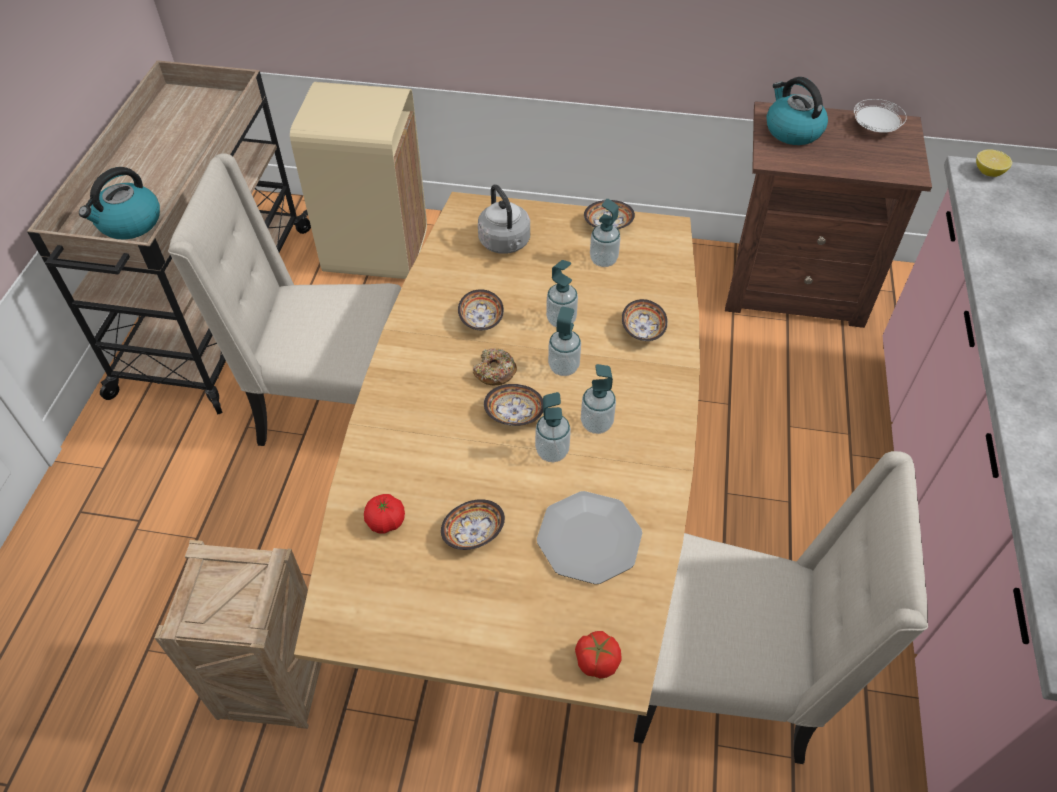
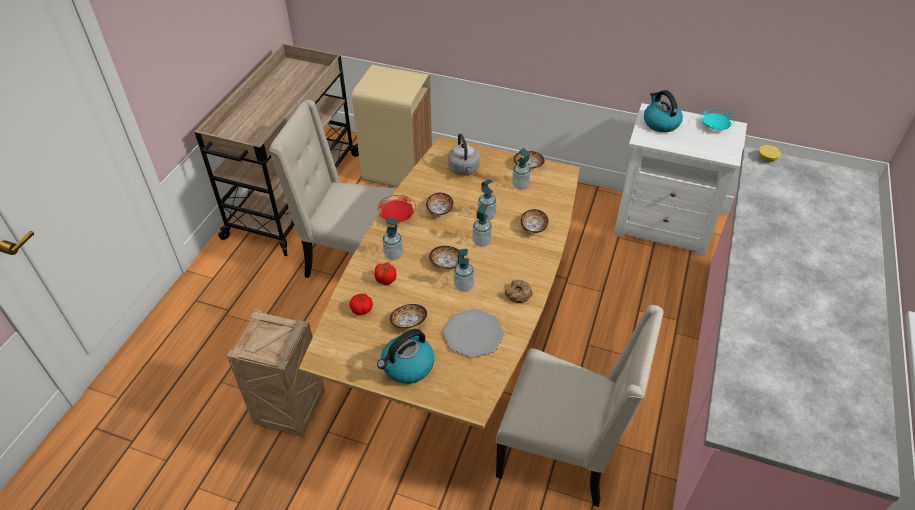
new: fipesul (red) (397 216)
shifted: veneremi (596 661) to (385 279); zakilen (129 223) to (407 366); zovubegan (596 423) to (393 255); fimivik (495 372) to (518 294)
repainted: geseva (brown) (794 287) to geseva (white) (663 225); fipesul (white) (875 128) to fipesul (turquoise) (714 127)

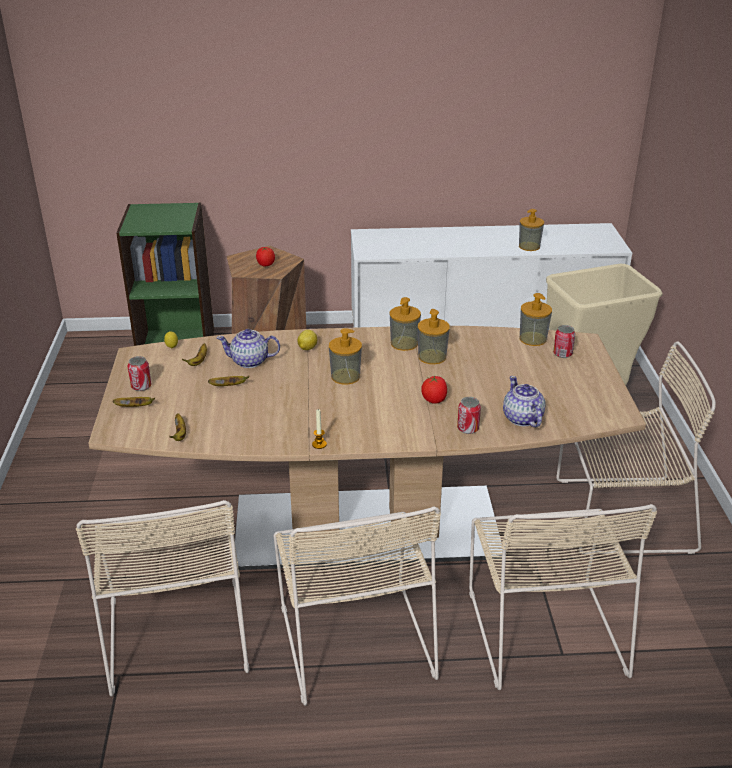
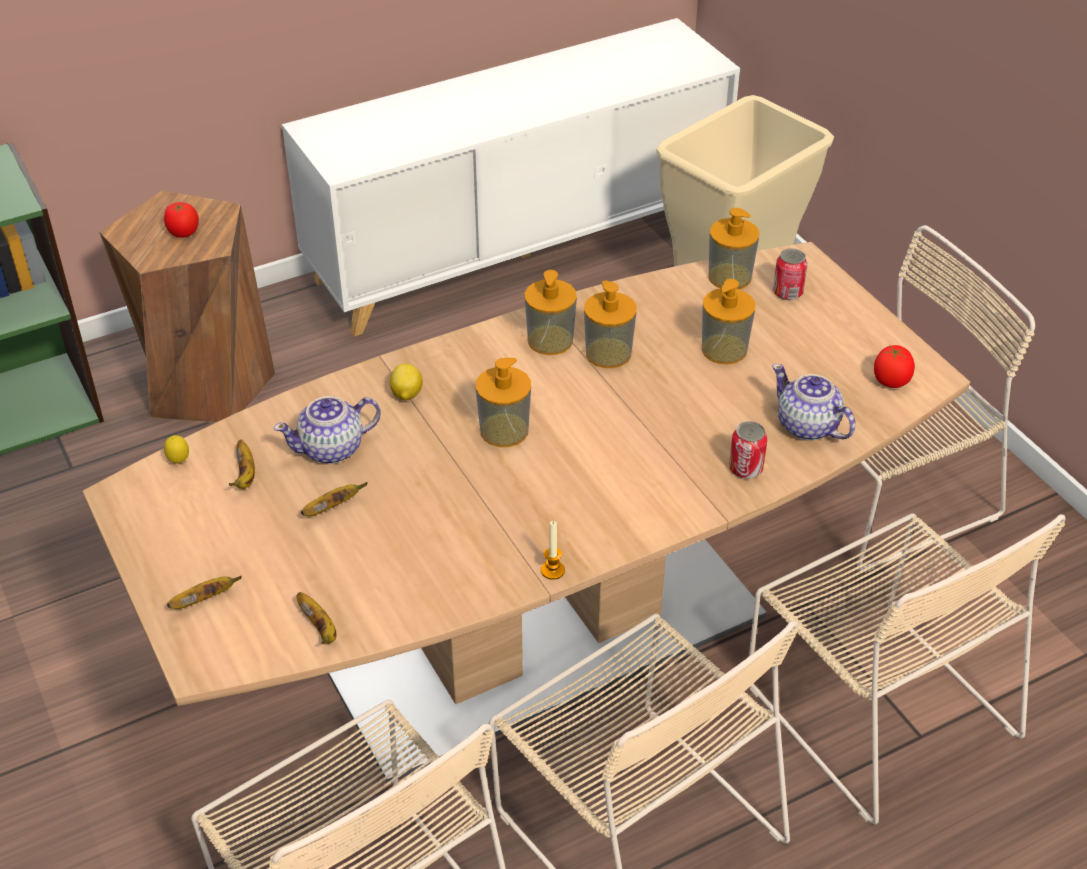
gone: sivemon (141 386)
shifted: zovubegan (529 246) to (724 349); veneremi (434 400) to (890 381)

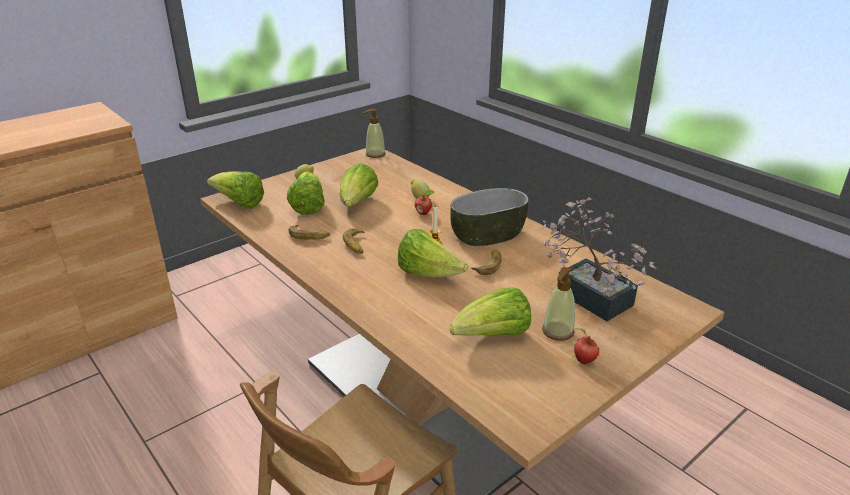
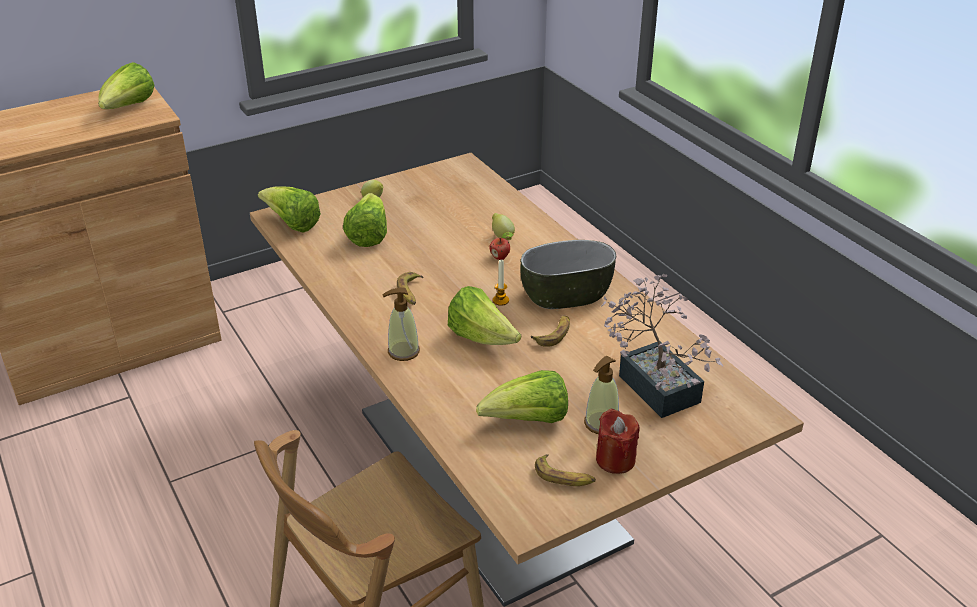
shifted: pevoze (357 203) to (129 108); zovubegan (375 154) to (403 351); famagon (309 236) to (564 477)
swapped: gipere (583 360) to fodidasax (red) (615 460)

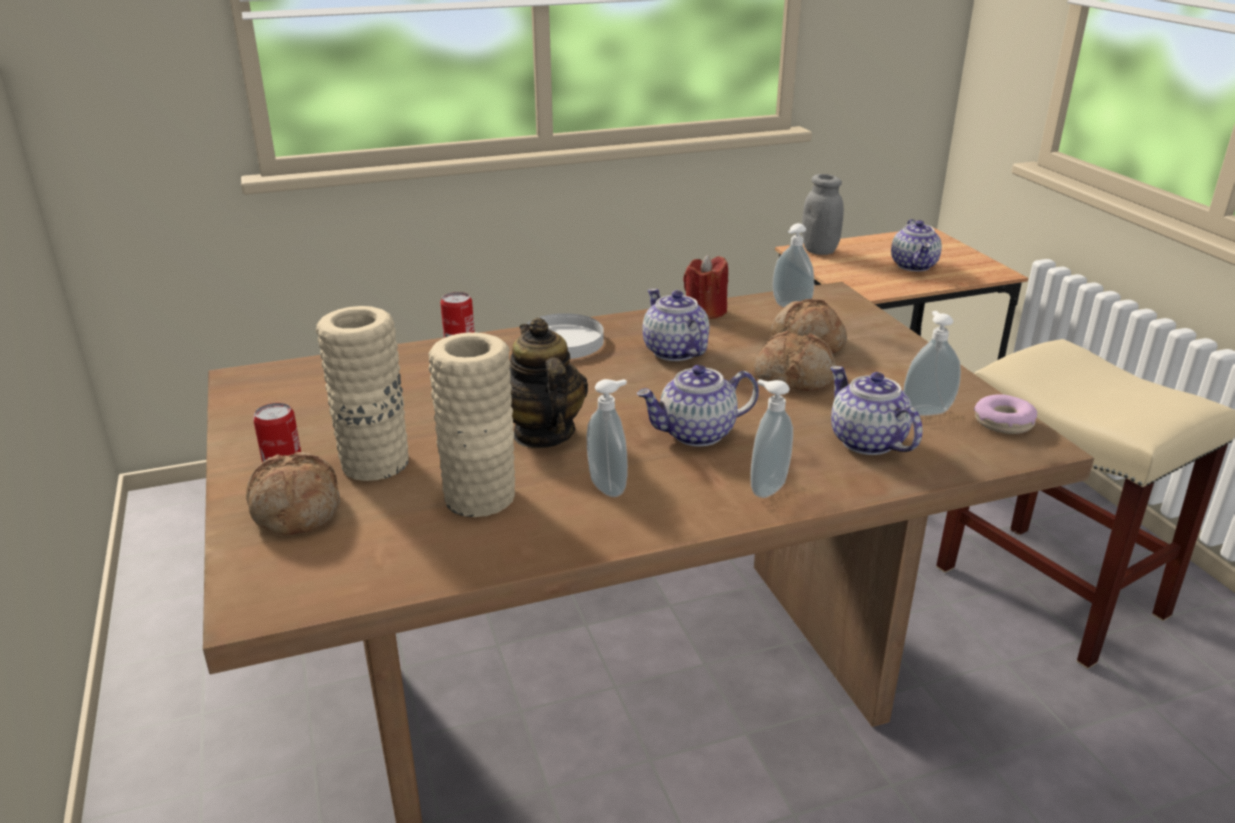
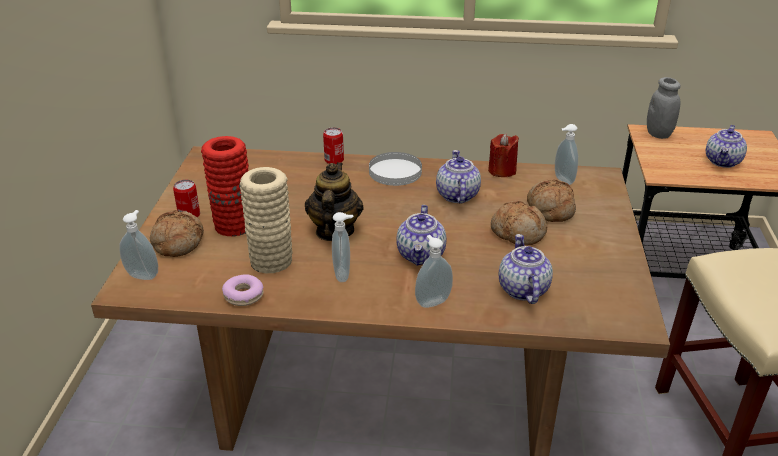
shifted: zovubegan (925 410) to (143 275); fimivik (1003 423) to (243 295)
repainted: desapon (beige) (374 463) to desapon (red) (234 225)
rotated: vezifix (696 434) = (421 255) 90 degrees counterclockwise

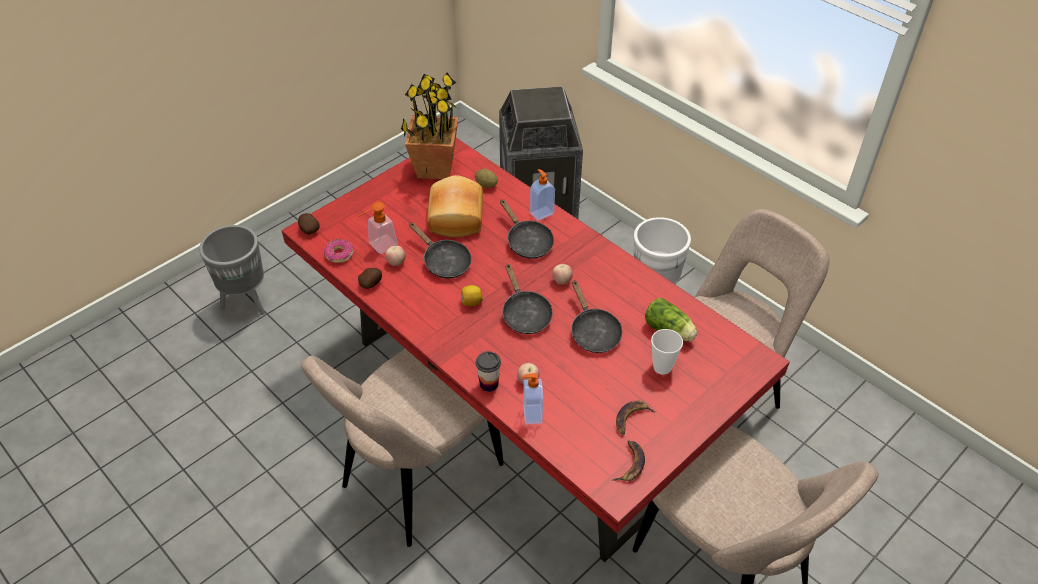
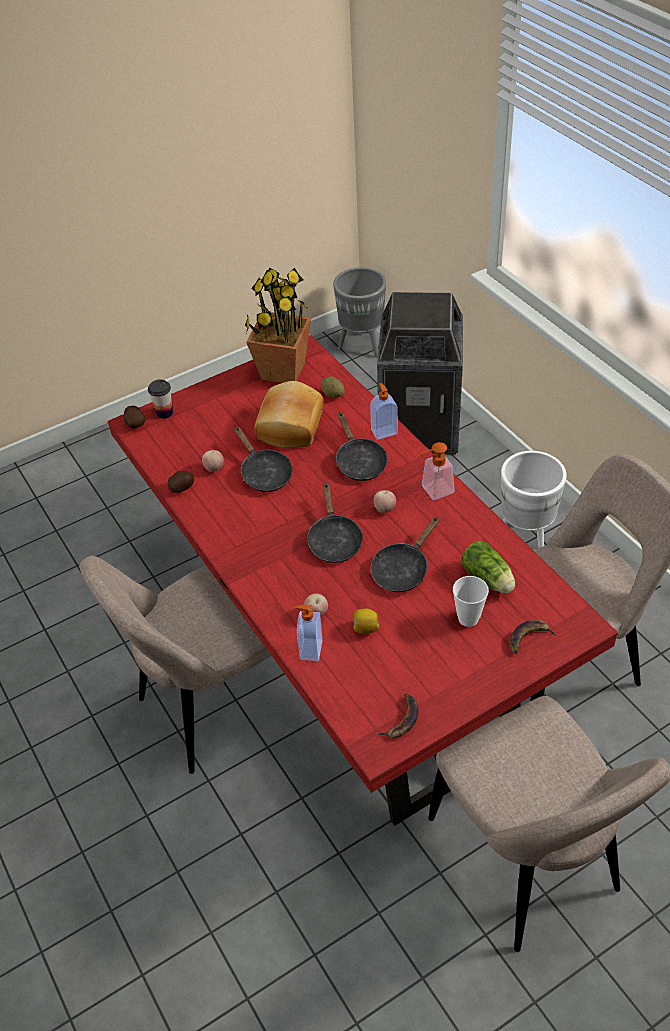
gone: fimivik (339 254)
shifted: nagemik (489 384) to (164 413); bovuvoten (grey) (247 302) to (362 346); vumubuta (471 302) to (365 628); zovubegan (379 247) to (432 491); famagon (631 418) to (528 638)
rotated: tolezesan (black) (593 332) = (403 569) 45 degrees clockwise

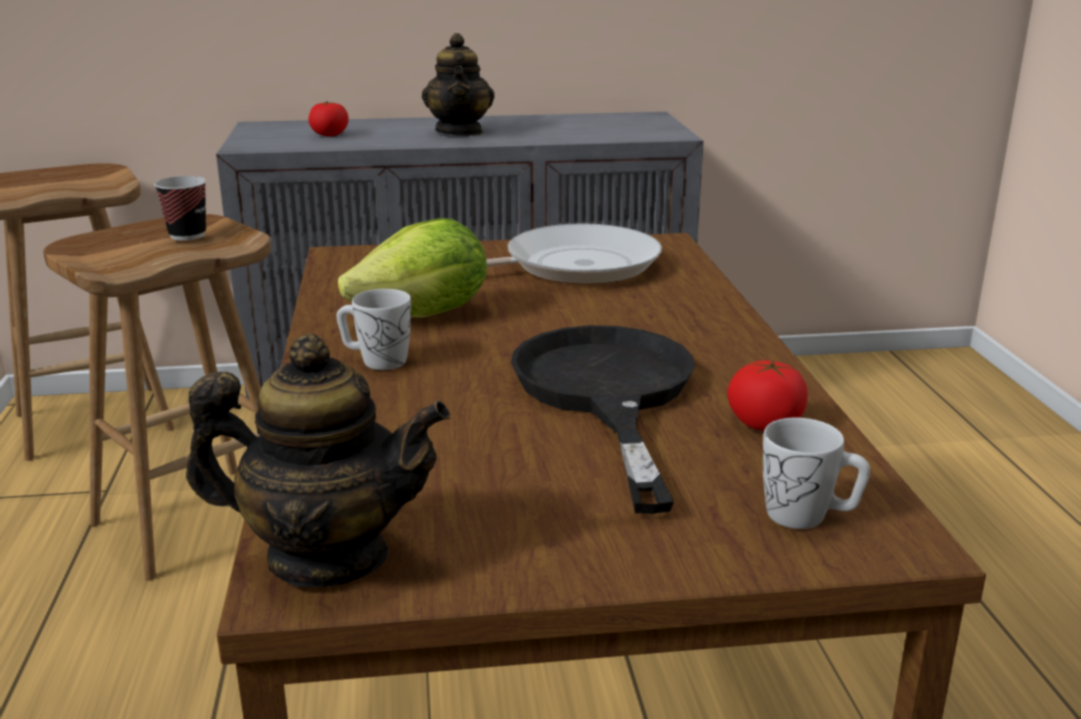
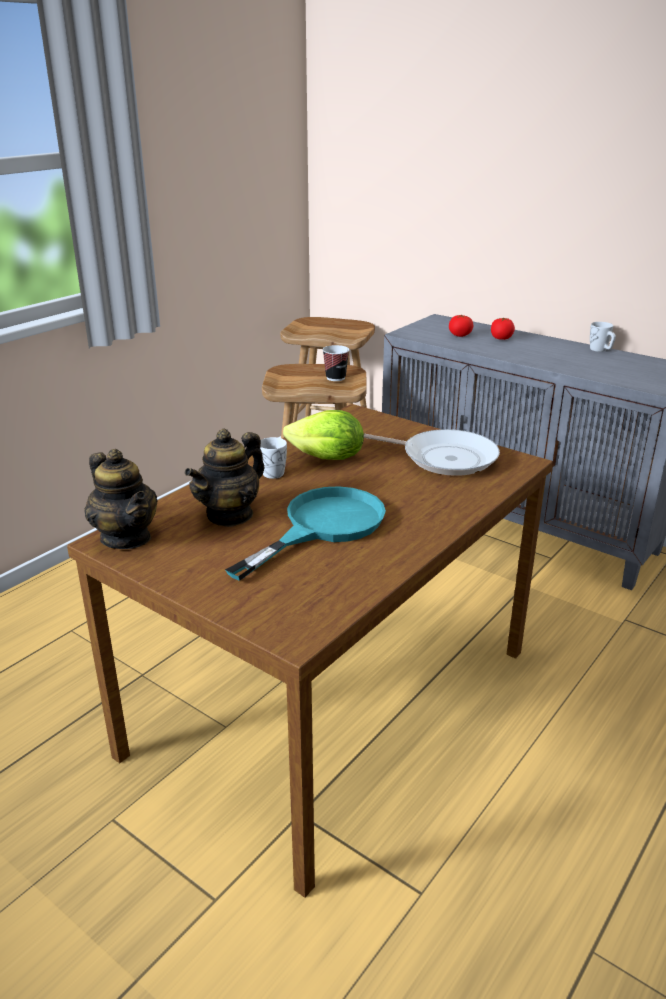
shifted: vezifix (460 132) to (230 514); veneremi (765 424) to (501 338); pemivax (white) (808 516) to (601 350)
repainted: tolezesan (black) (606 394) to tolezesan (turquoise) (322 526)

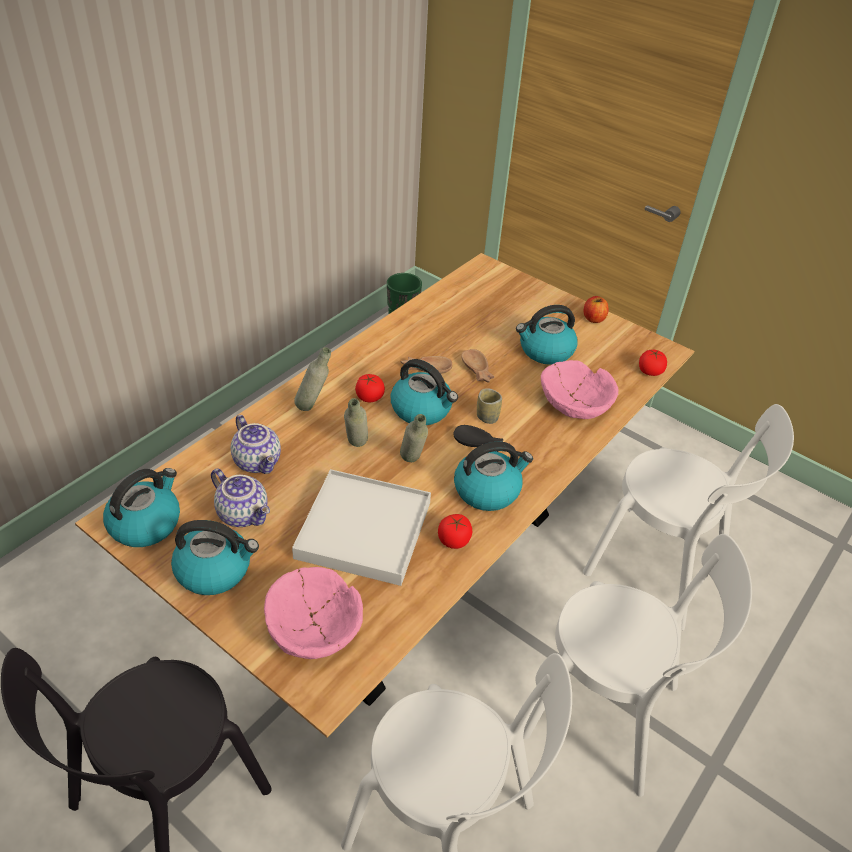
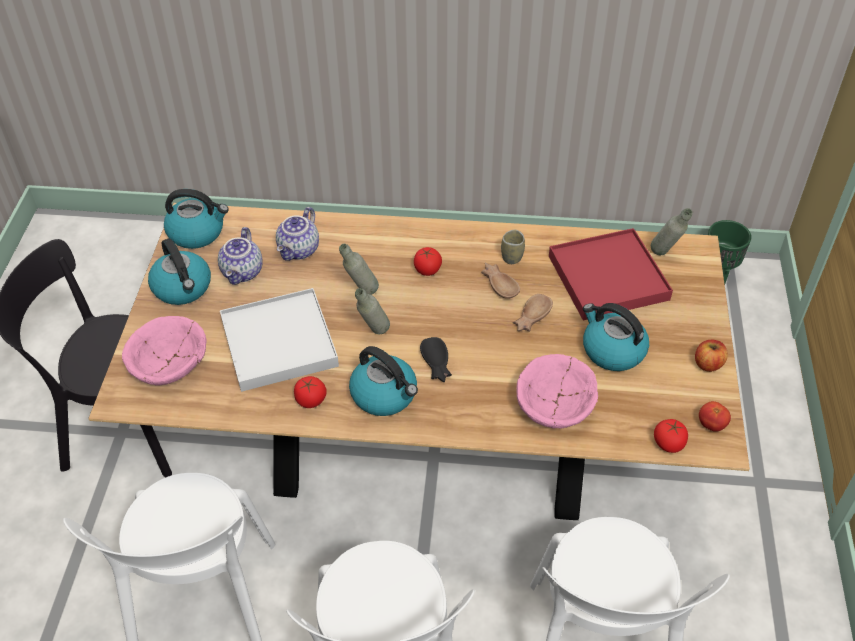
gone: zakilen (422 409)
new: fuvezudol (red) (607 277); veneremi (711 425)
shifted: nagemik (487 417) to (512 257); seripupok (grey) (313 407) to (665 256)

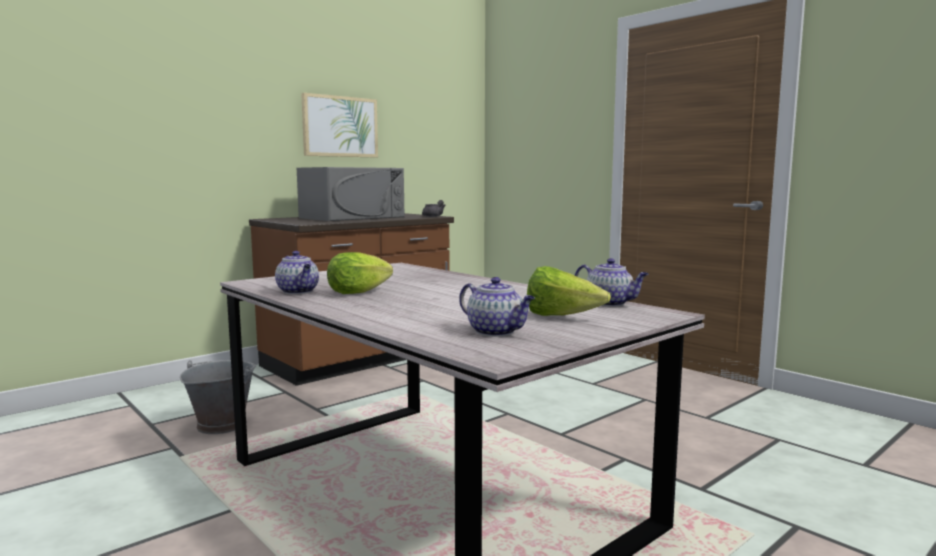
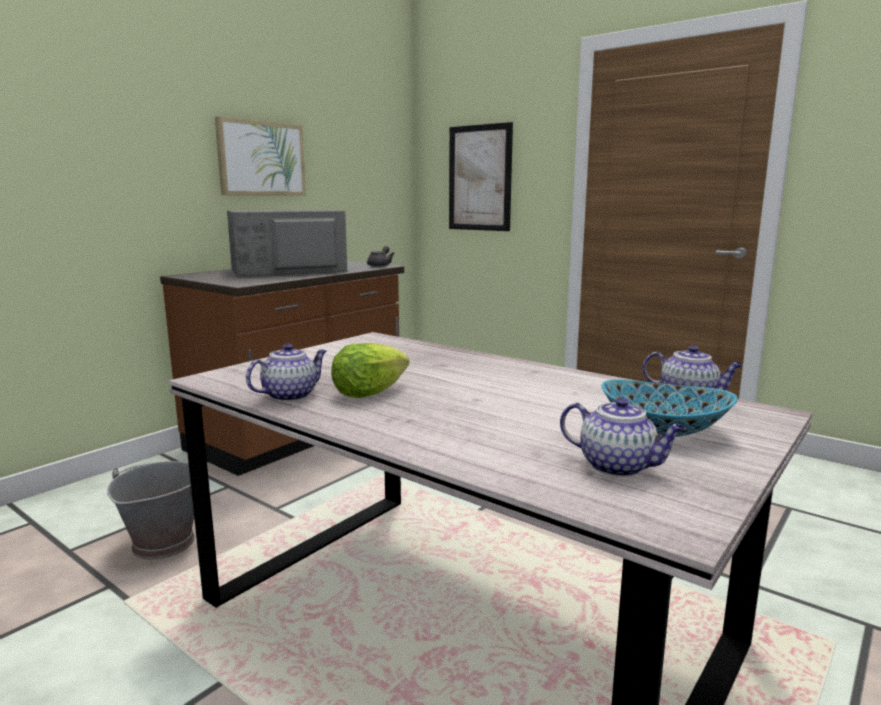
new: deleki (479 178)
swapped: pevoze (561 317) to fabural (663 429)
rotated: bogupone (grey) (352 217) = (288 270) 150 degrees counterclockwise; vezifix (298 291) = (290 395) 90 degrees counterclockwise

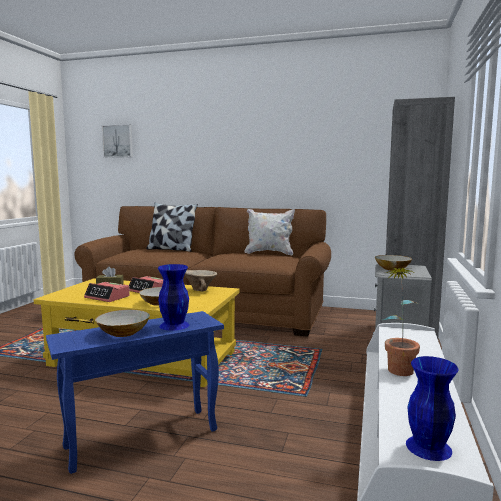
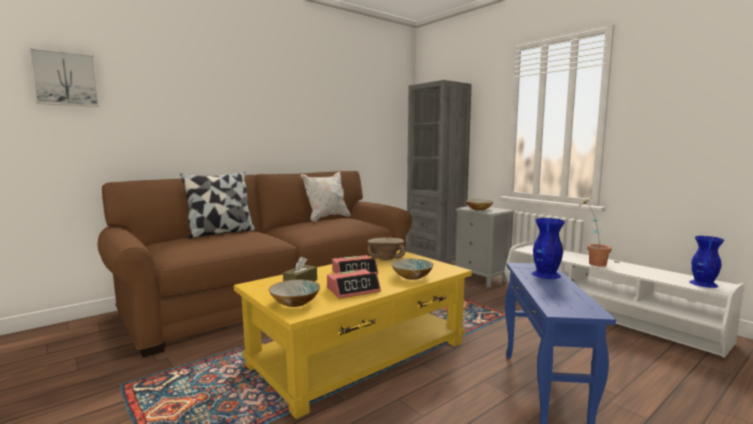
shifted: fabural (123 333) to (295 303)

